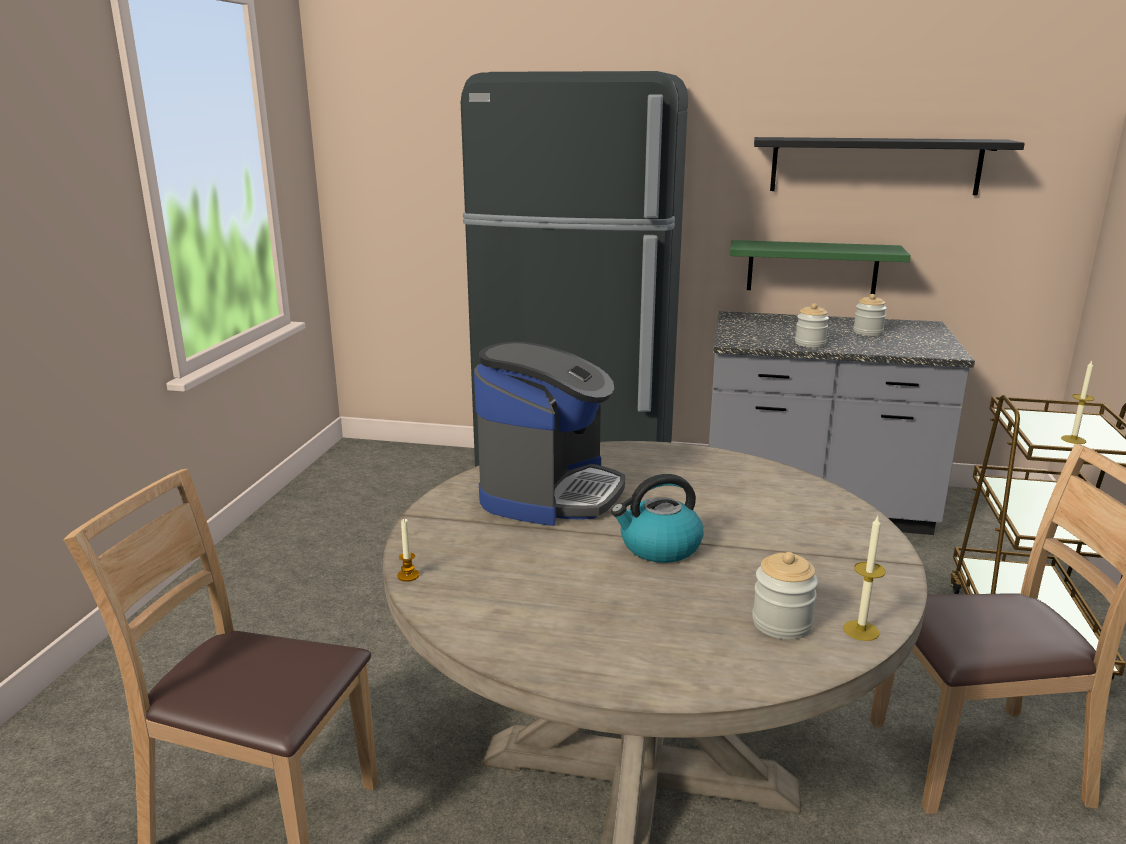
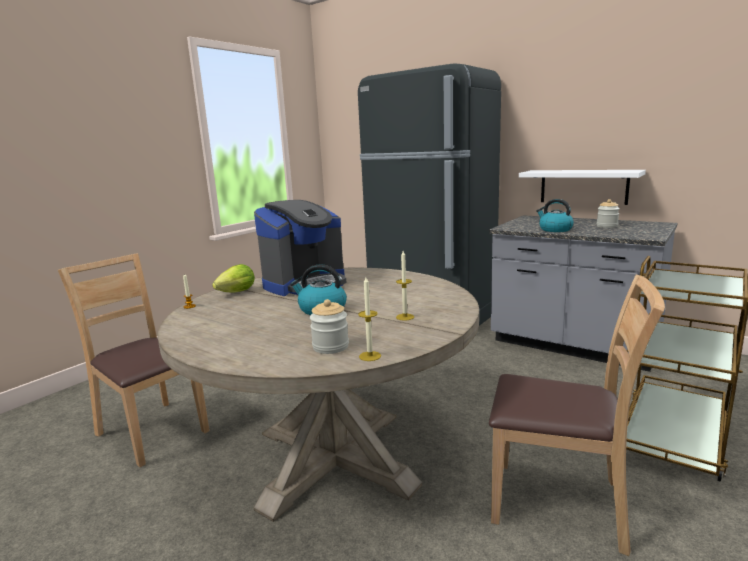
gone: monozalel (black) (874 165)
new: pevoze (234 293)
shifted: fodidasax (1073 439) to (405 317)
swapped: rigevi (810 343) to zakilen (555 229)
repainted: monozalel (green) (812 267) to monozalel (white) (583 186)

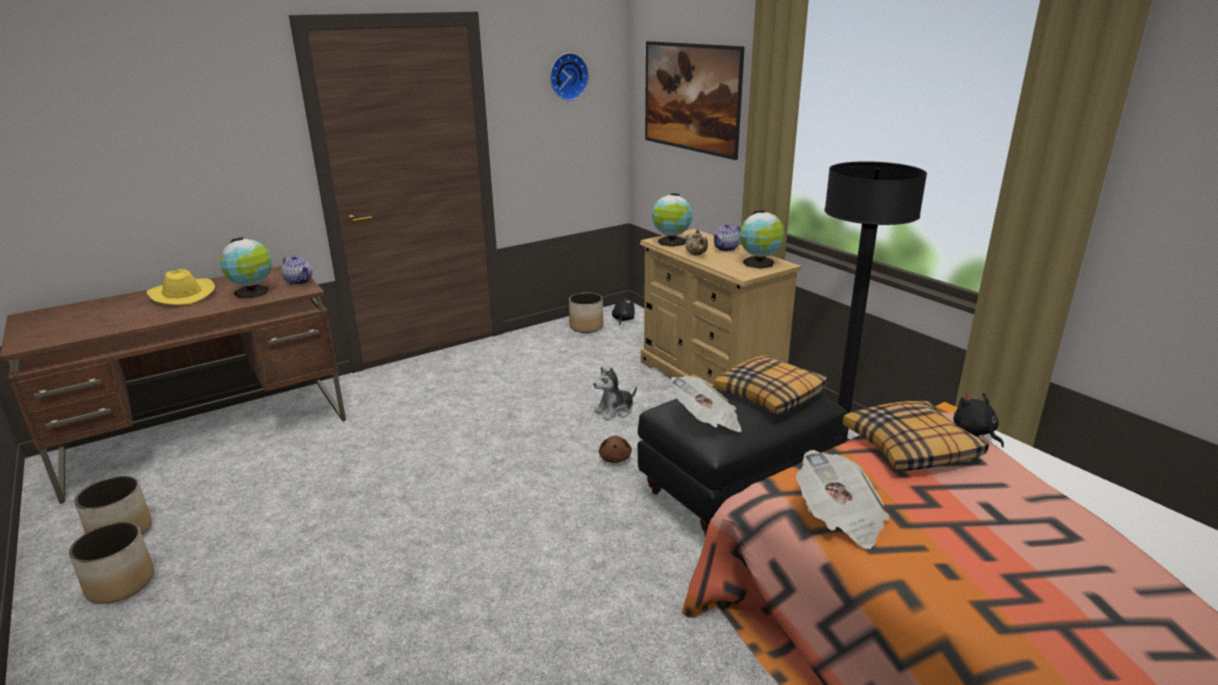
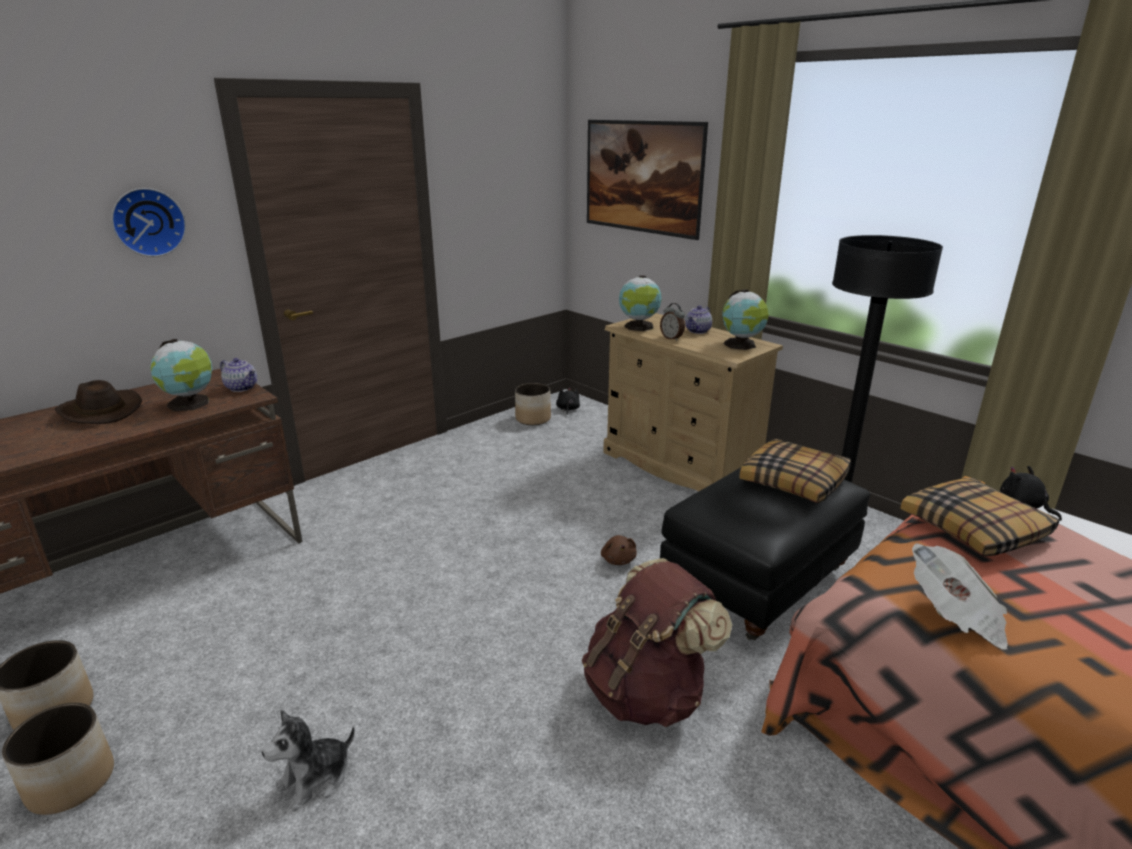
gone: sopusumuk (707 420)
new: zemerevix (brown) (647 692)
shifted: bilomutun (567 76) to (148 222); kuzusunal (615 411) to (315 779)
swapped: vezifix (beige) (696 255) to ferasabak (672 338)
repainted: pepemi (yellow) (181 295) to pepemi (brown) (99 411)

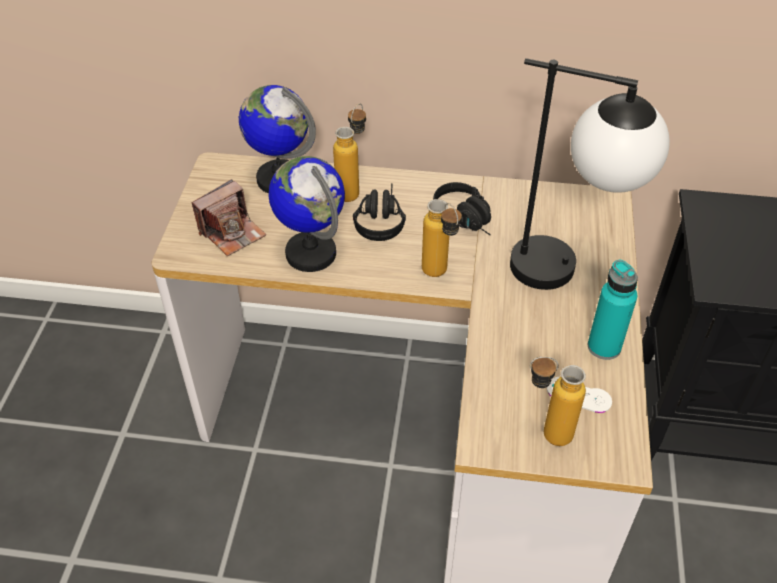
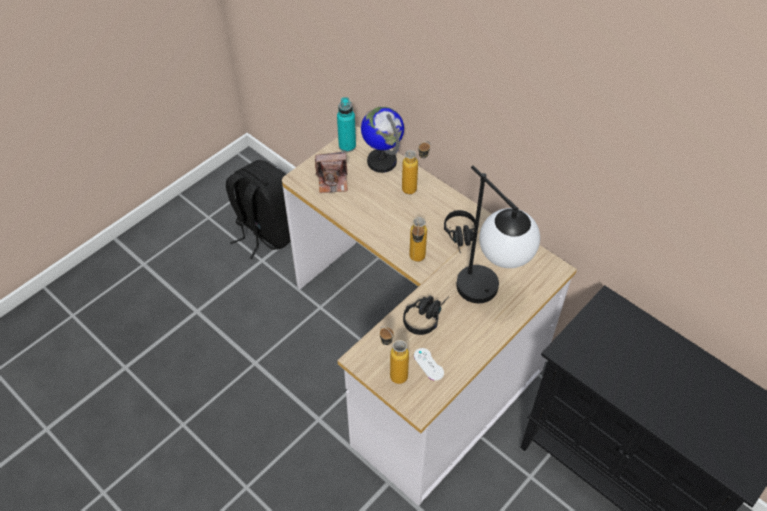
gone: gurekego (311 253)
new: zemerevix (black) (266 231)
shifted: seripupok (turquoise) (604 347) to (347 146); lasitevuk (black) (379 219) to (426 316)

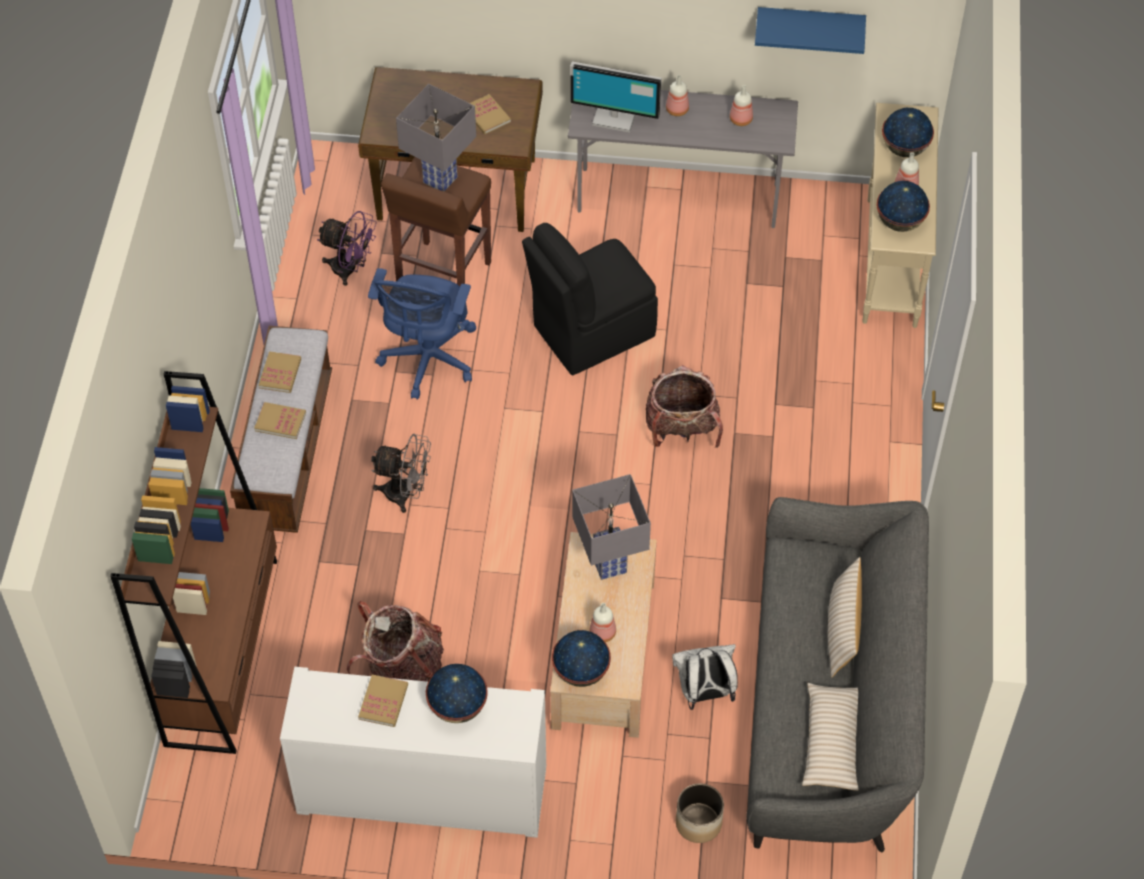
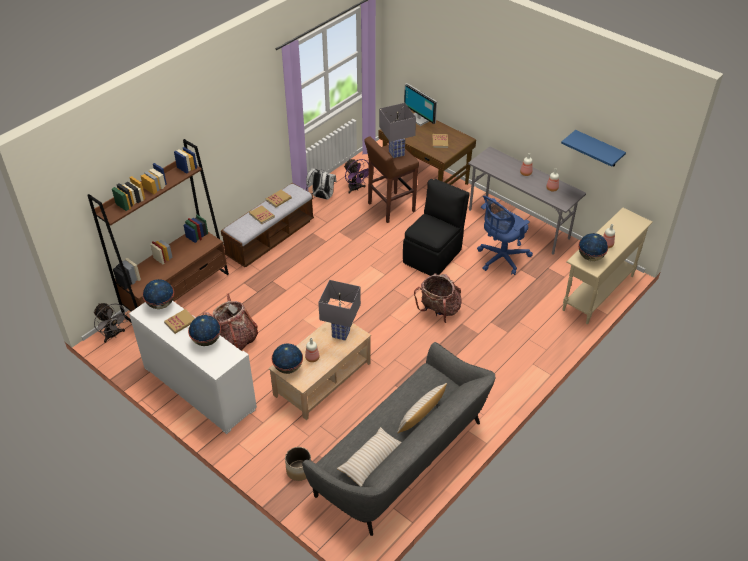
shifted: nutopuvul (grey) (405 494) to (113 335); gurekego (904 149) to (160 304); zemerevix (white) (704 694) to (321 196); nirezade (614 117) to (419 119); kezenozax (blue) (427 361) to (500 259)
rotated: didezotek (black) (591 332) = (433 255) 120 degrees clockwise

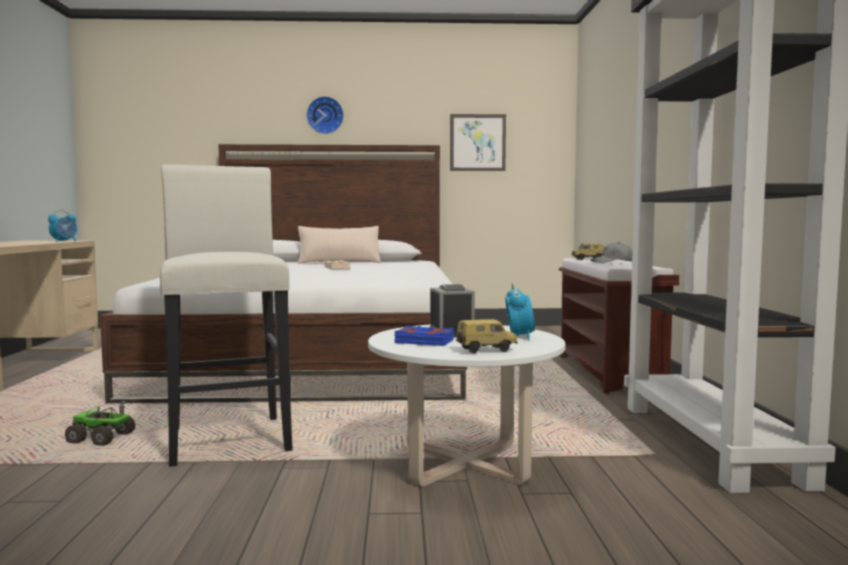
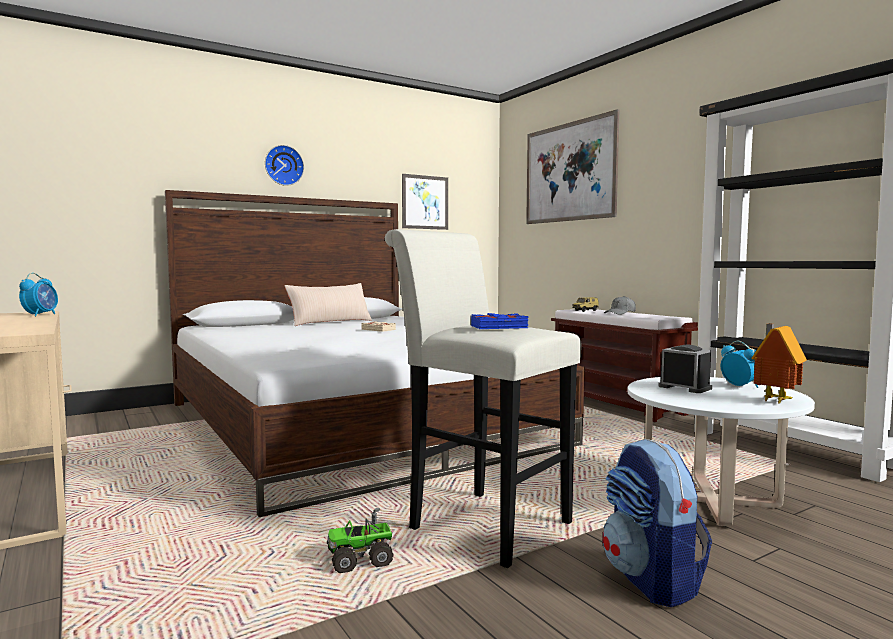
new: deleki (569 172); zemerevix (652 580)
shifted: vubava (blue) (424 342) to (499 327)
swapped: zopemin (486 350) to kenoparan (774 400)

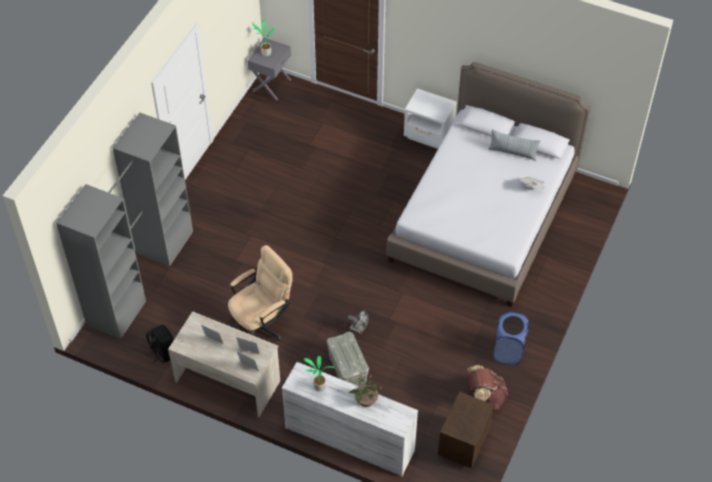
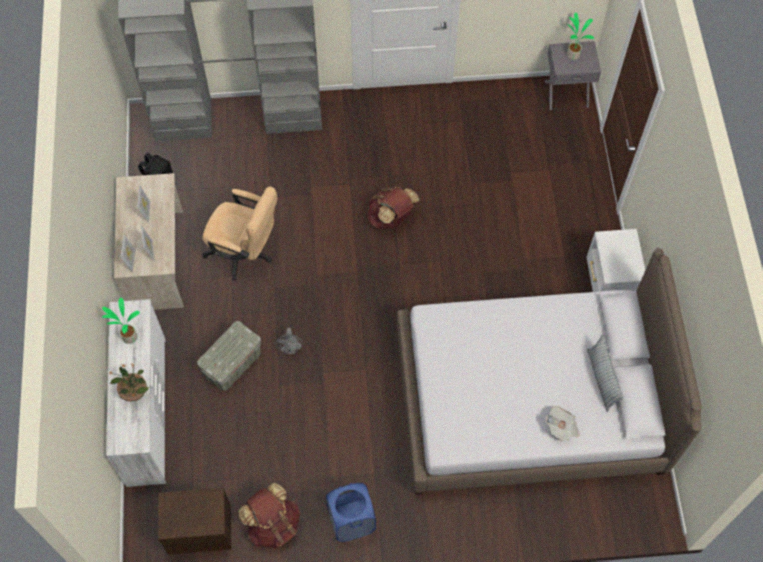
new: zemerevix (brown) (391 218)

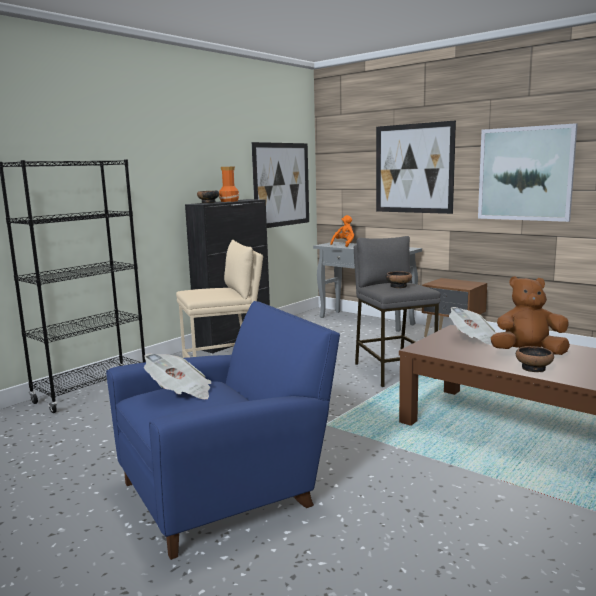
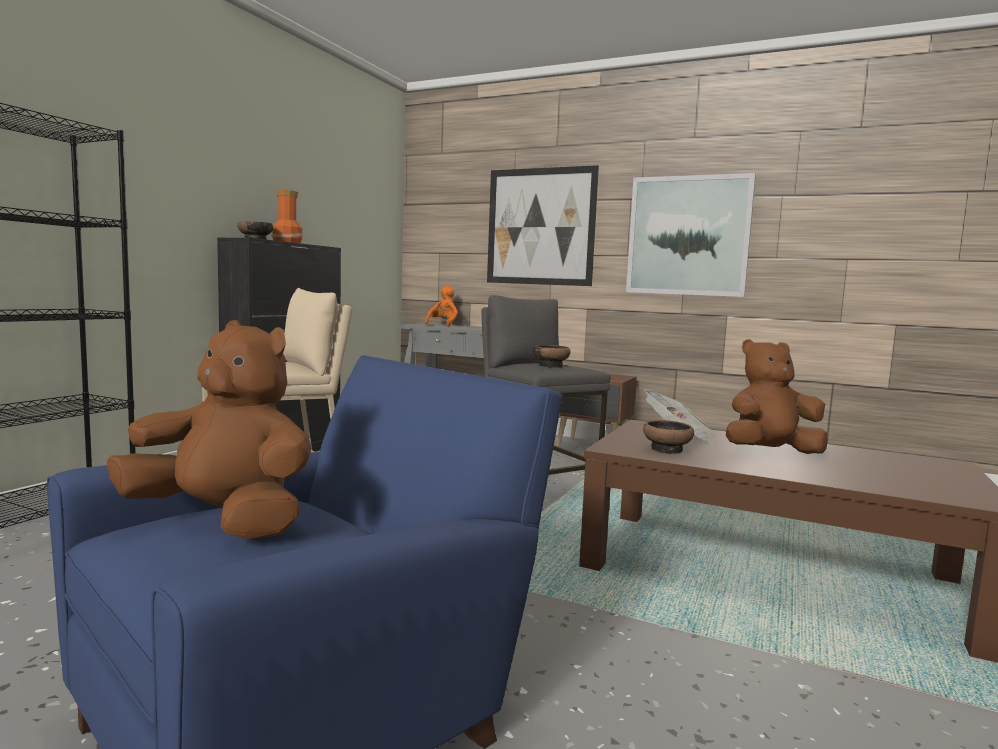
gone: deleki (281 184)
shifted: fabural (534 368) to (667 449)
swapped: sopusumuk (180 393) to kuzusunal (brown) (224 521)

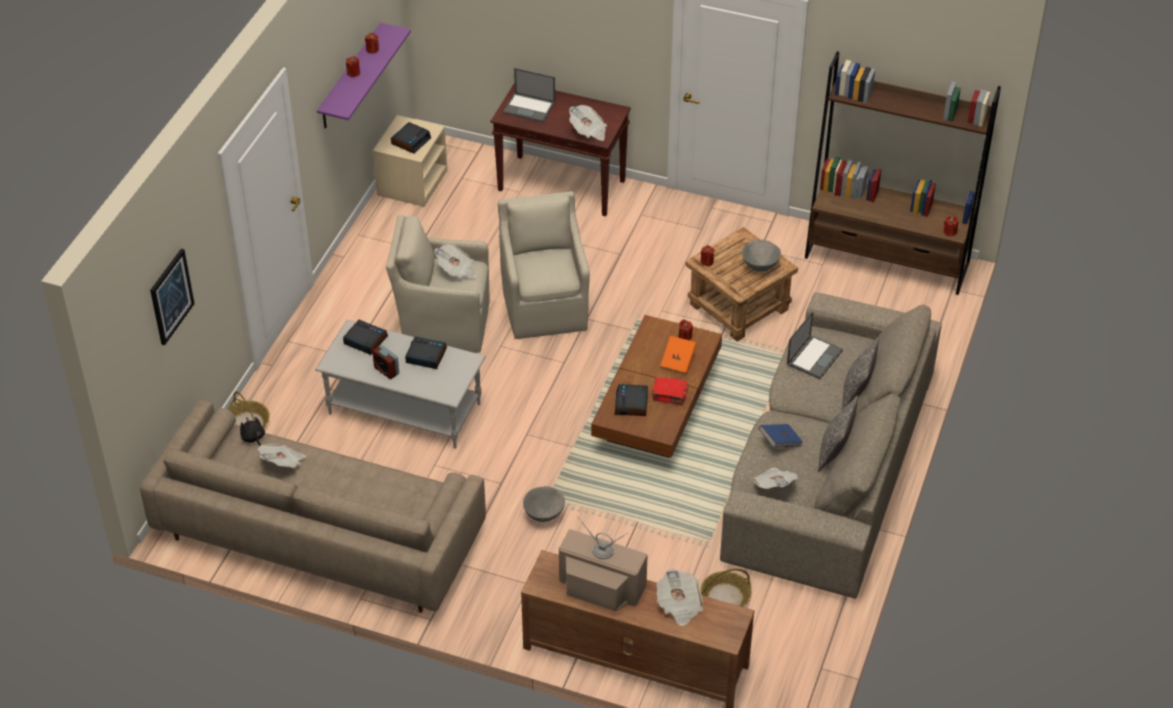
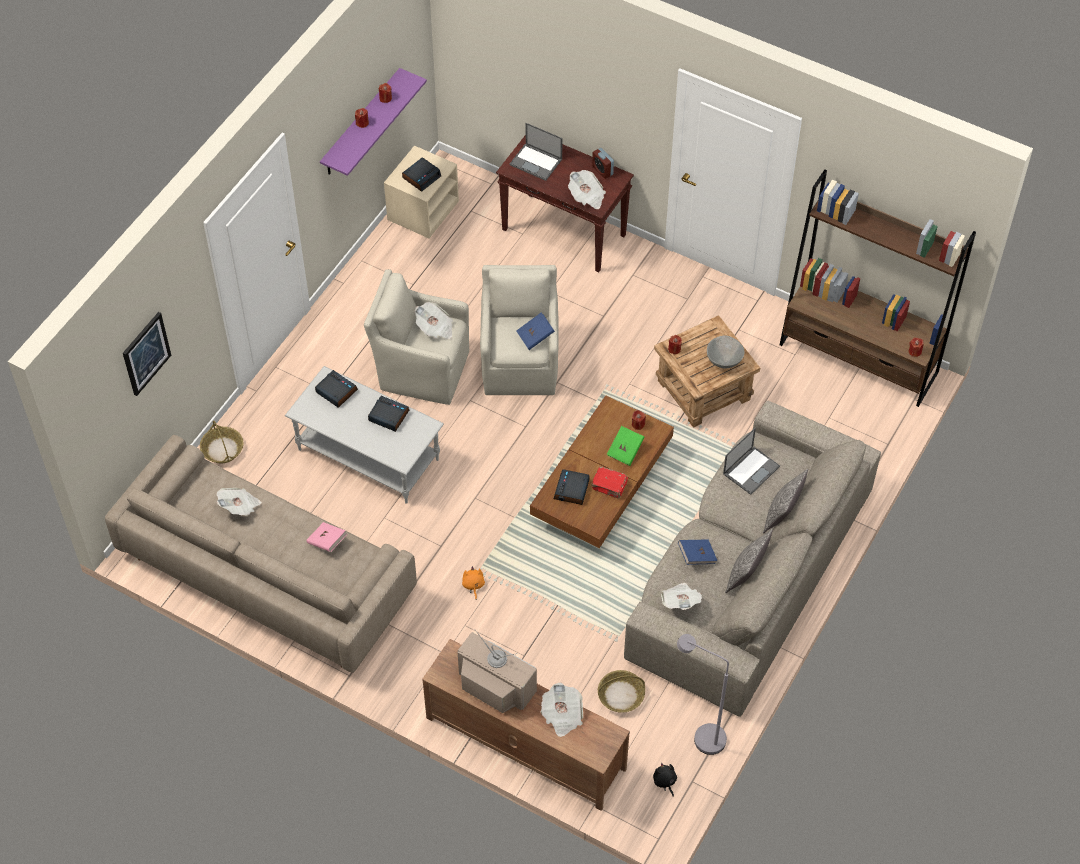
new: vubava (pink) (327 542); vubava (blue) (535 336); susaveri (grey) (701 737)
shifted: ferasabak (386 371) to (602 170); kuzusunal (black) (253 438) to (664 781)
swapped: fabural (grey) (544 515) to kuzusunal (orange) (473 585)
repainted: vubava (orange) (678 361) to vubava (green) (625 451)

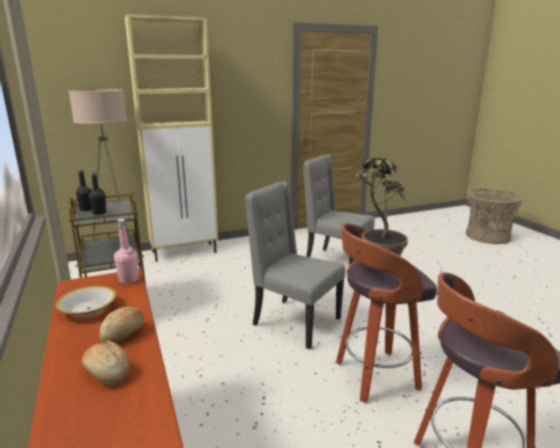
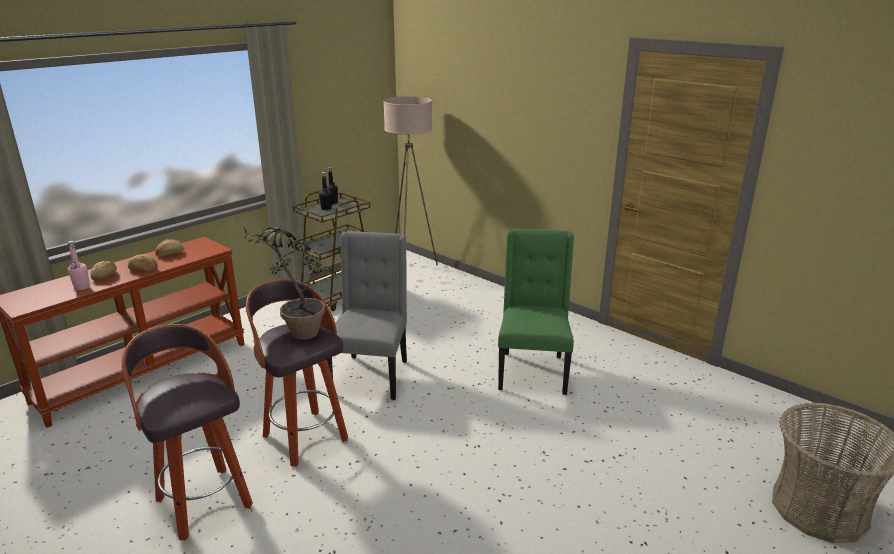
gone: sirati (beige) (185 252)
shifted: seripupok (pink) (128 280) to (82 287)
swapped: fabural (88 309) to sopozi (170 254)
repainted: didezotek (grey) (335 261) to didezotek (green) (532 372)

